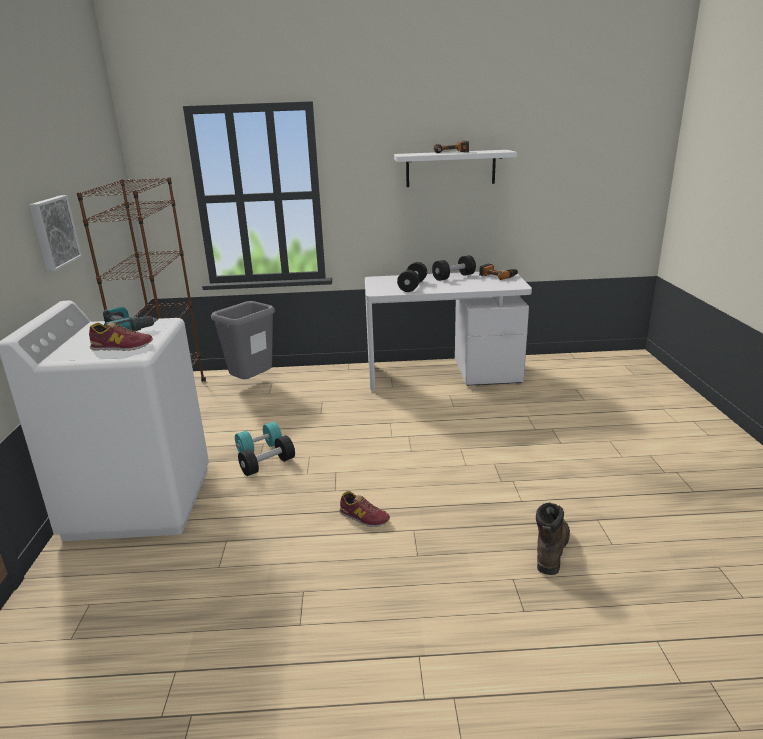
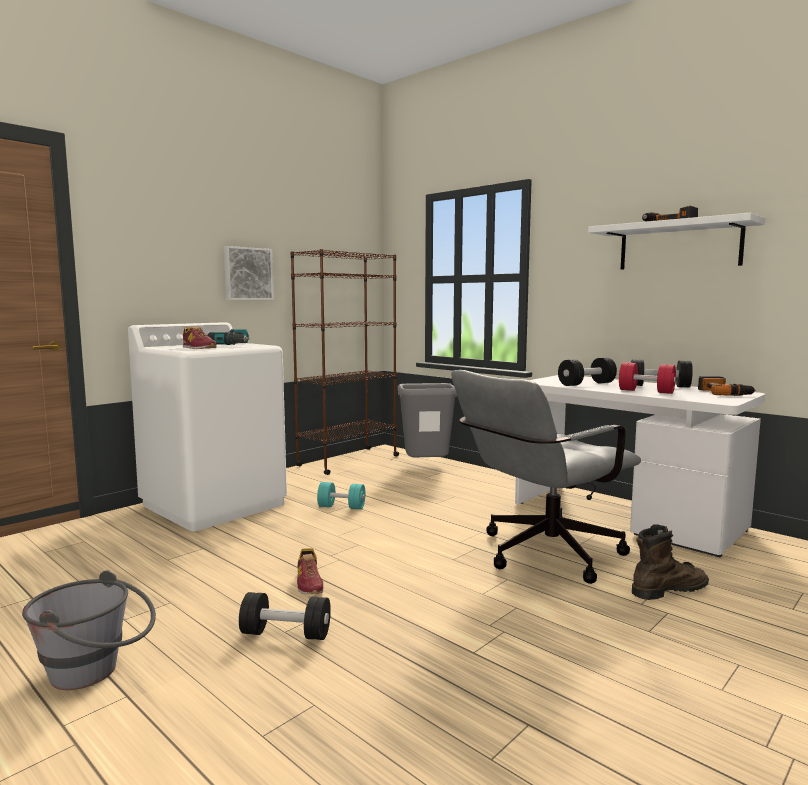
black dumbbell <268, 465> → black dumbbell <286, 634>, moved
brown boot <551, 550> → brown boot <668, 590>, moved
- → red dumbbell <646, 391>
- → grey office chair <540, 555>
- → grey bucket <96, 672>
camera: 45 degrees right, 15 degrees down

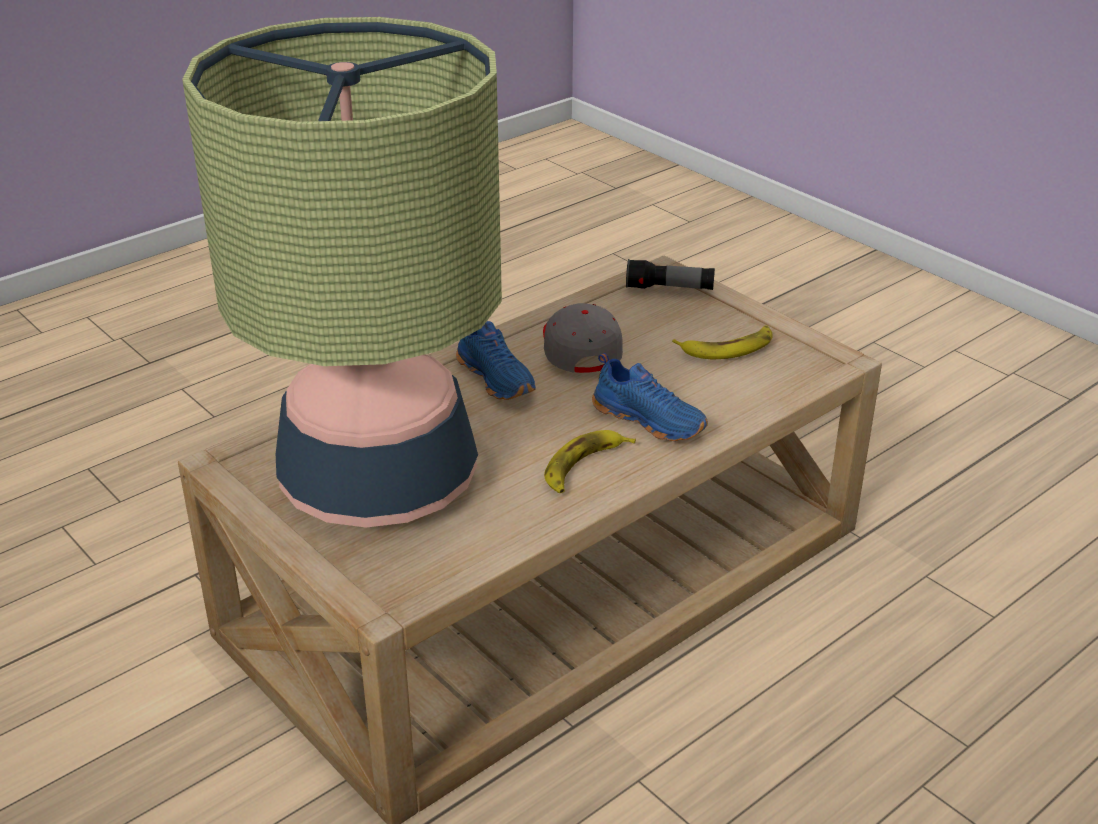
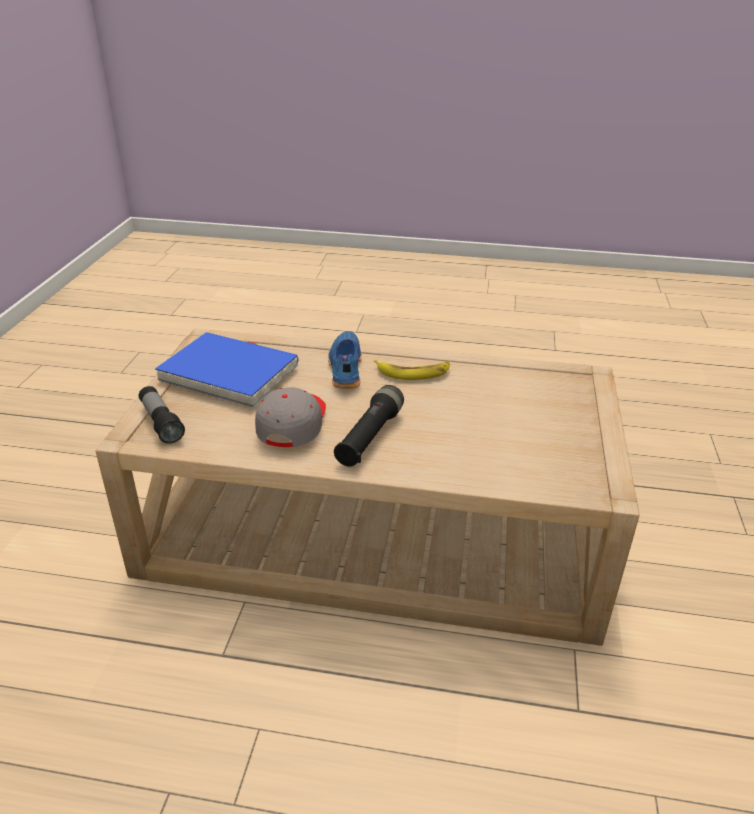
table lamp <378, 481> → -
grey cap <579, 348> → grey cap <292, 423>, 150 degrees clockwise
blue shoe <497, 378> → black flashlight <369, 437>
banana <727, 348> → blue book <229, 373>
camera: 130 degrees left, 0 degrees up

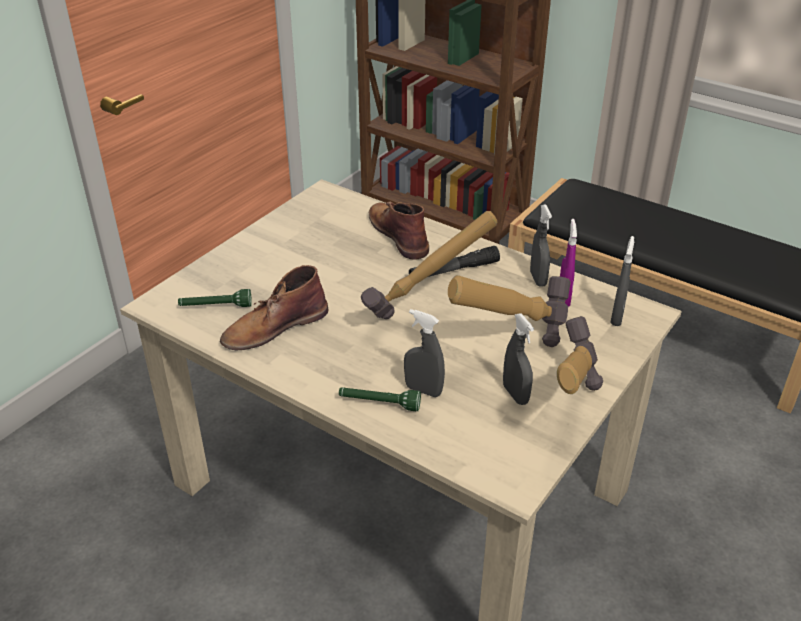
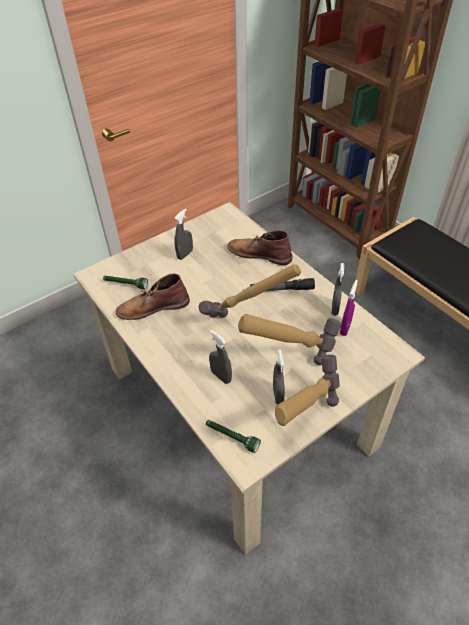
brown boot <398, 234> → brown boot <259, 253>, 60 degrees counterclockwise
grey spray bottle <617, 317> → grey spray bottle <185, 254>, moved
green flashlight <379, 403> → green flashlight <232, 437>, moved
camera: 20 degrees right, 10 degrees up

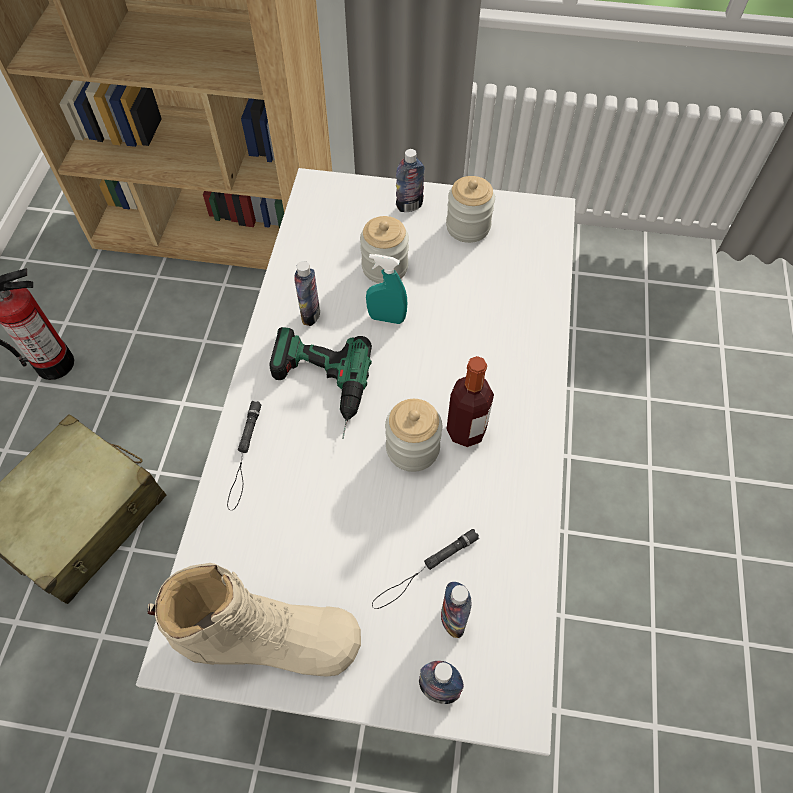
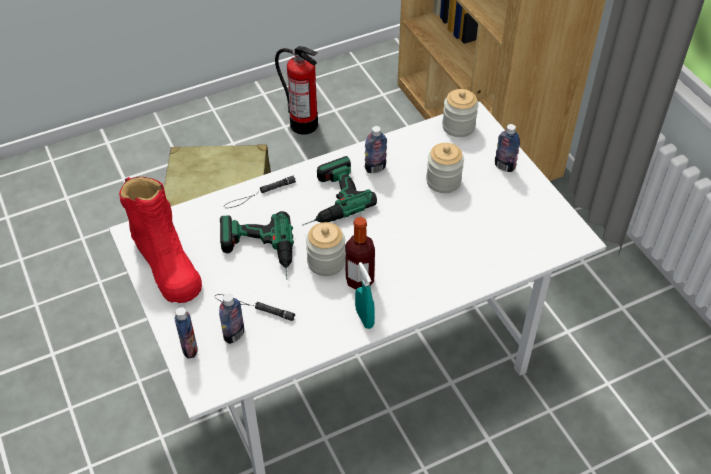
jar <468, 227> → jar <458, 126>, moved
turquoise spray bottle <386, 318> → turquoise spray bottle <364, 318>, moved
beige boot <270, 639> → red boot <166, 264>
- → power drill <258, 253>
camera: 55 degrees right, 10 degrees down

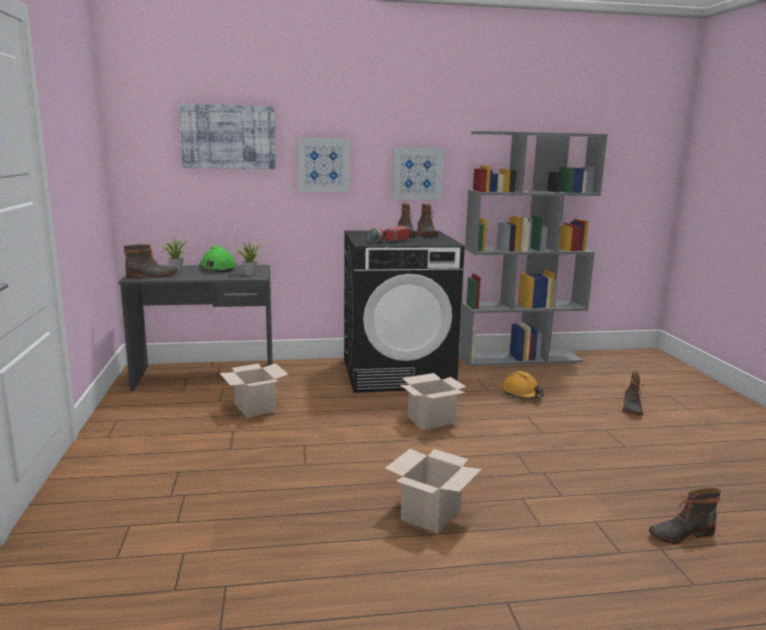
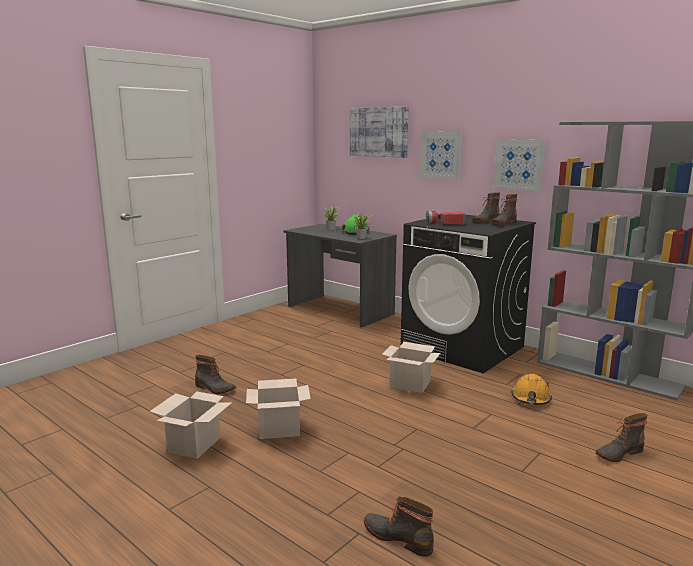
boot <152, 276> → boot <214, 388>, moved
cardboard box <254, 407> → cardboard box <194, 444>, moved
camera: 50 degrees right, 0 degrees up

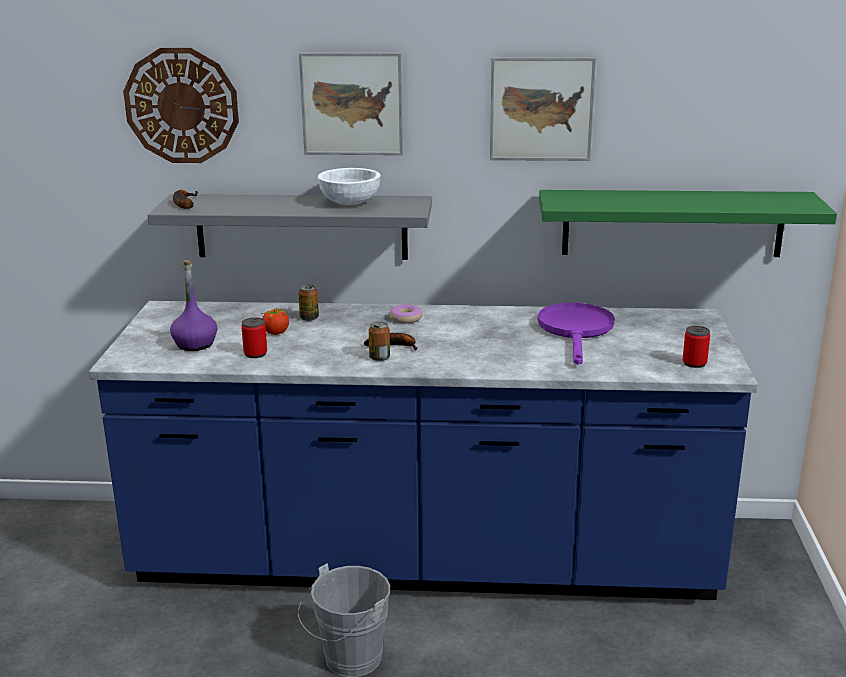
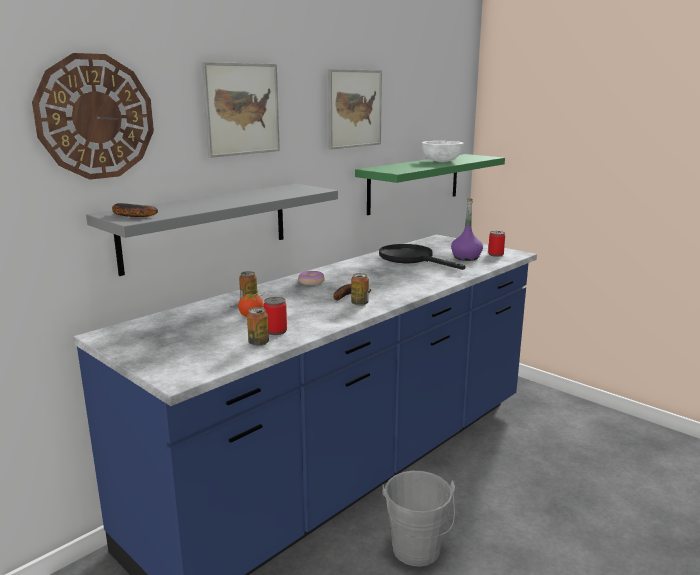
white bowl <349, 203> → white bowl <441, 161>, moved
purple bottle <195, 344> → purple bottle <466, 257>, moved
purple frying pan <576, 331> → black frying pan <412, 259>
- → can <258, 343>
camera: 50 degrees left, 5 degrees down

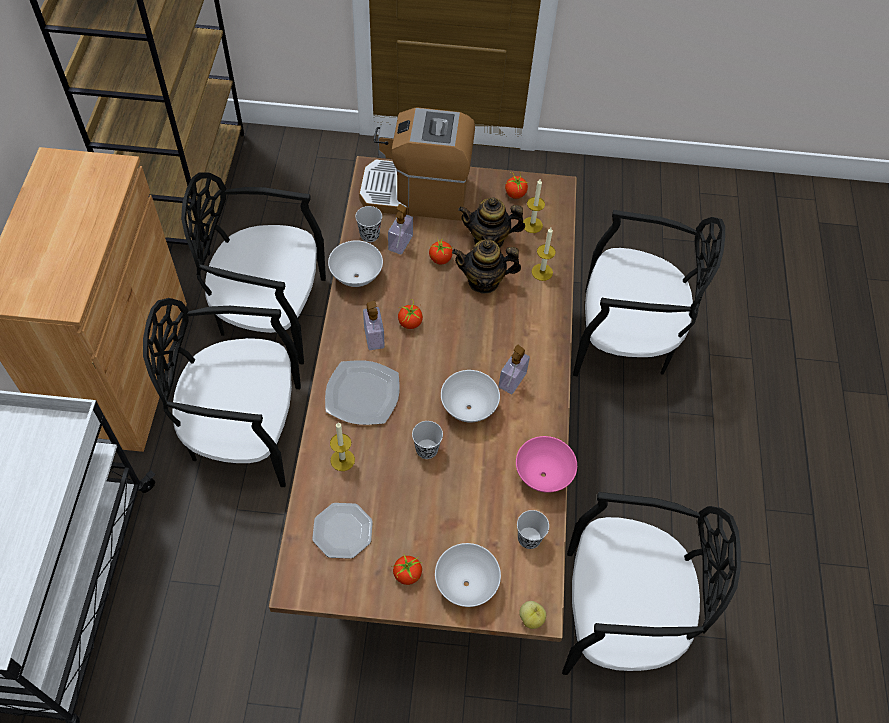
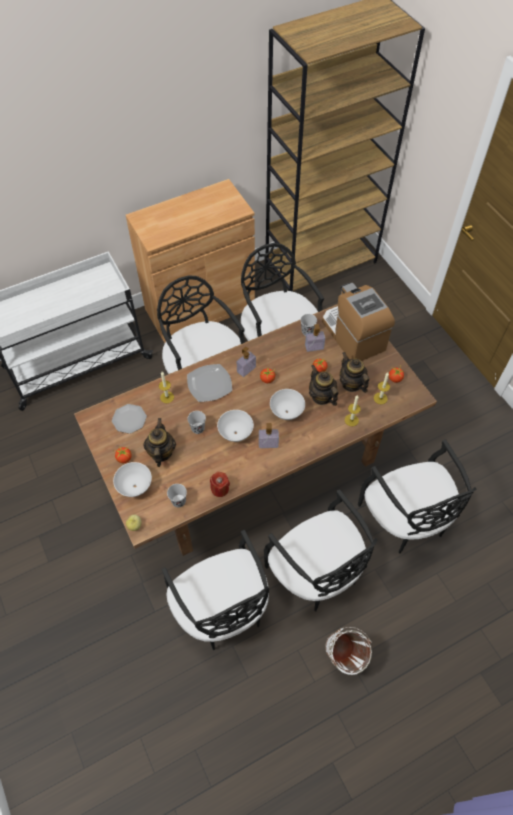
white bowl <357, 277> → white bowl <286, 412>, moved
pink bowl <543, 476> → red candle <220, 489>
- → teapot <161, 452>
- → black chair <316, 572>
- → white bucket <344, 658>
camera: 60 degrees right, 0 degrees up

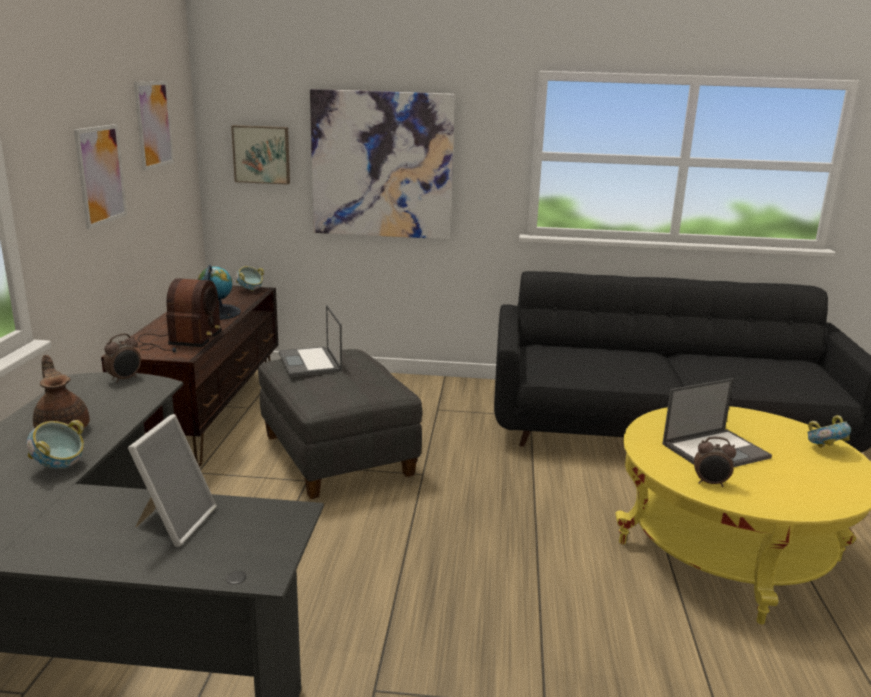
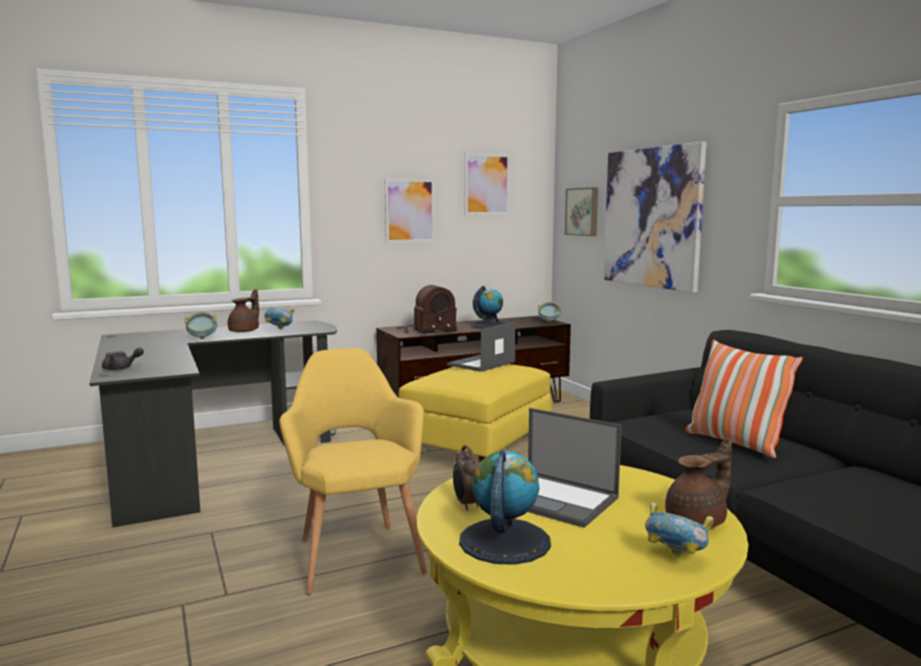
alarm clock <125, 379> → -
grey ottoman <338, 457> → yellow ottoman <477, 449>
picture frame <175, 523> → -
- → bowl <279, 329>
- → pillow <735, 443>
- → grey teapot <121, 368>
- → yellow armchair <356, 552>
- → brown teapot <698, 521>
- → globe <504, 541>
camera: 60 degrees right, 10 degrees down

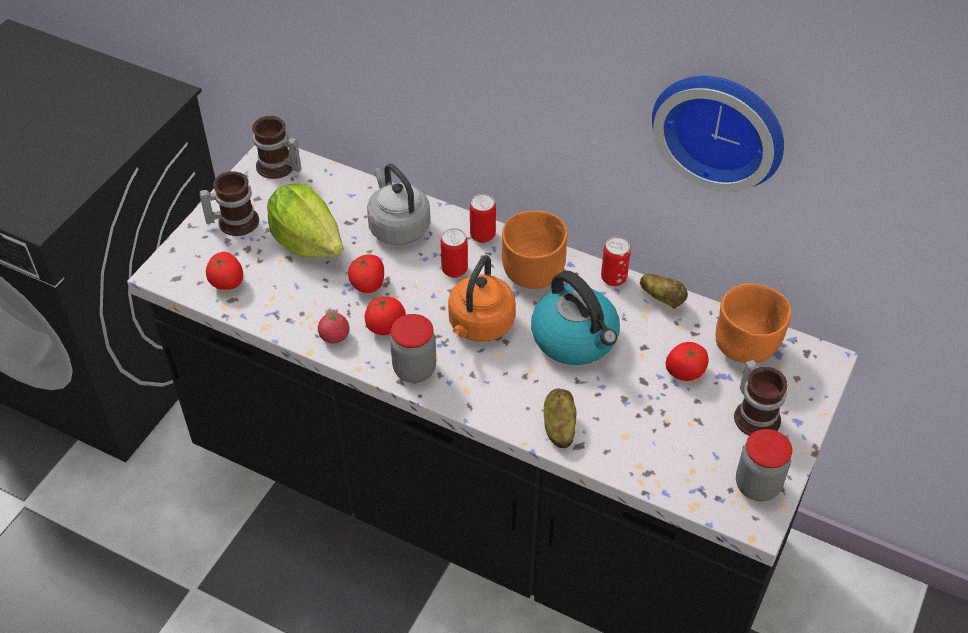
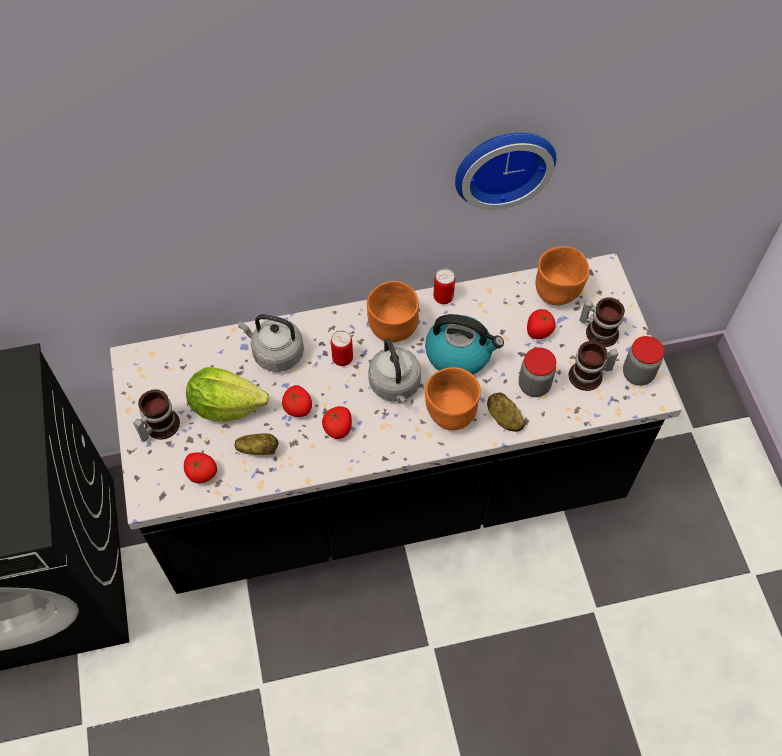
mug <278, 168> → mug <589, 377>, moved
can <482, 235> → -
orange kettle <479, 326> → grey kettle <395, 386>
potato <662, 298> → potato <258, 449>, moved
tomato <334, 336> → -
jar <414, 369> → jar <534, 385>, moved
- → orange bowl <450, 414>
camera: 40 degrees left, 10 degrees up

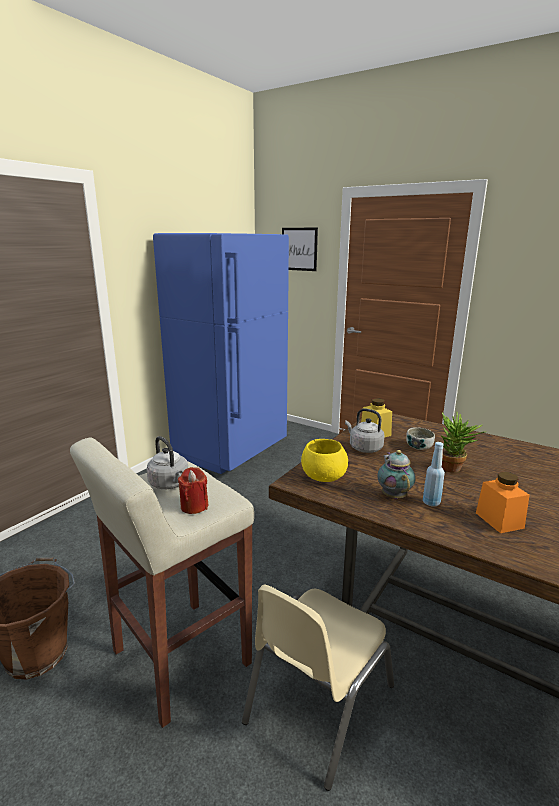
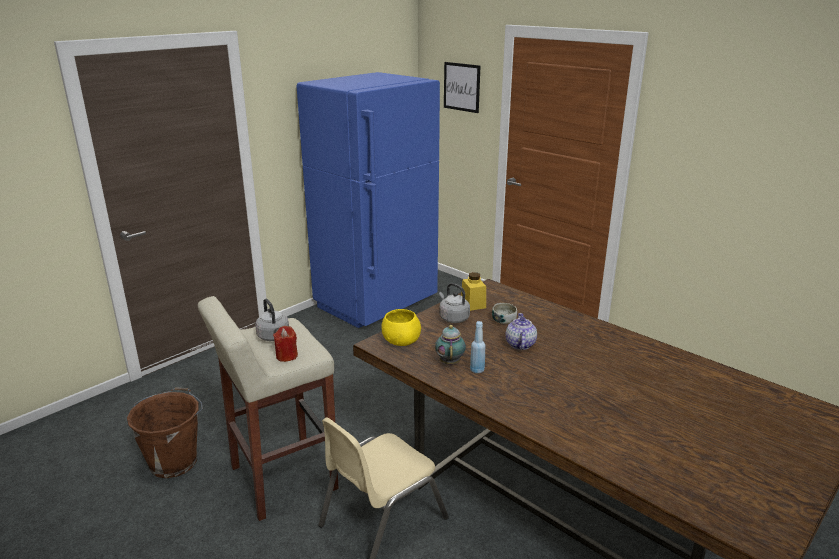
potted plant <454, 469> → teapot <519, 344>
orange jar <499, 520> → -
camera: 10 degrees right, 5 degrees up

